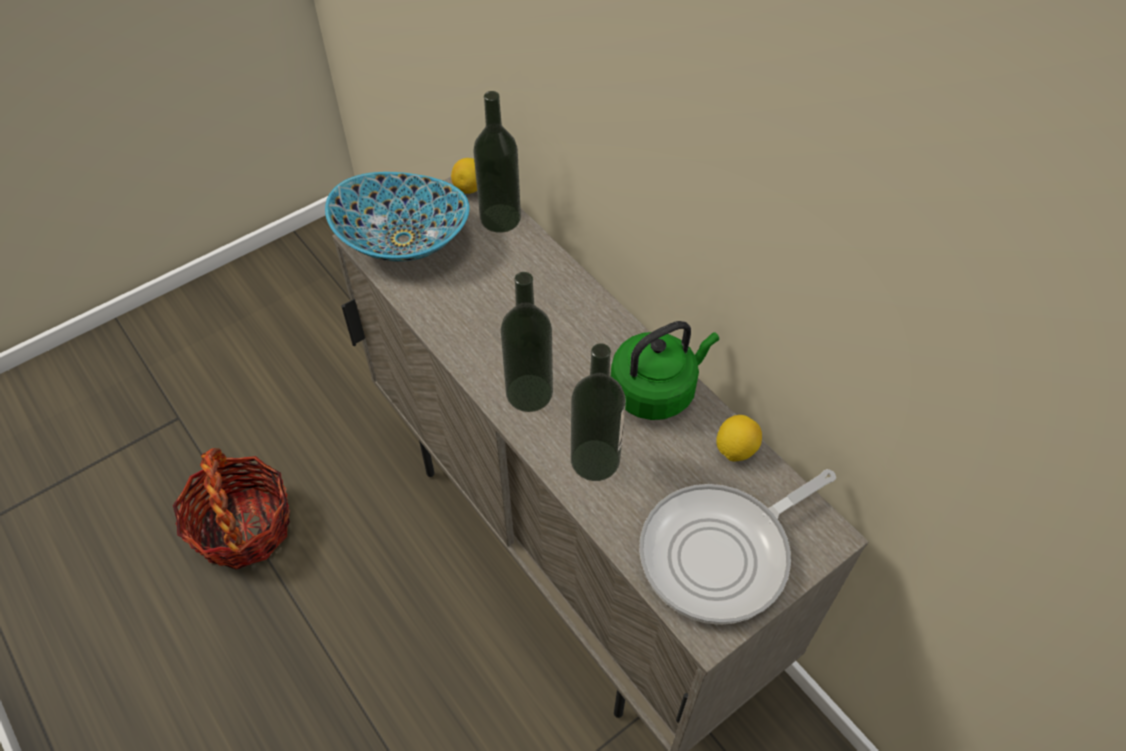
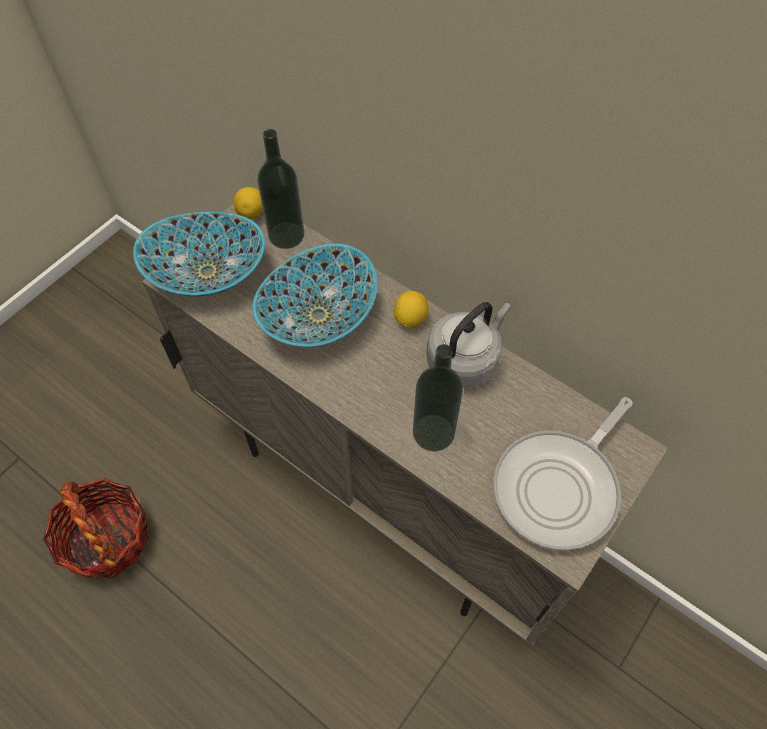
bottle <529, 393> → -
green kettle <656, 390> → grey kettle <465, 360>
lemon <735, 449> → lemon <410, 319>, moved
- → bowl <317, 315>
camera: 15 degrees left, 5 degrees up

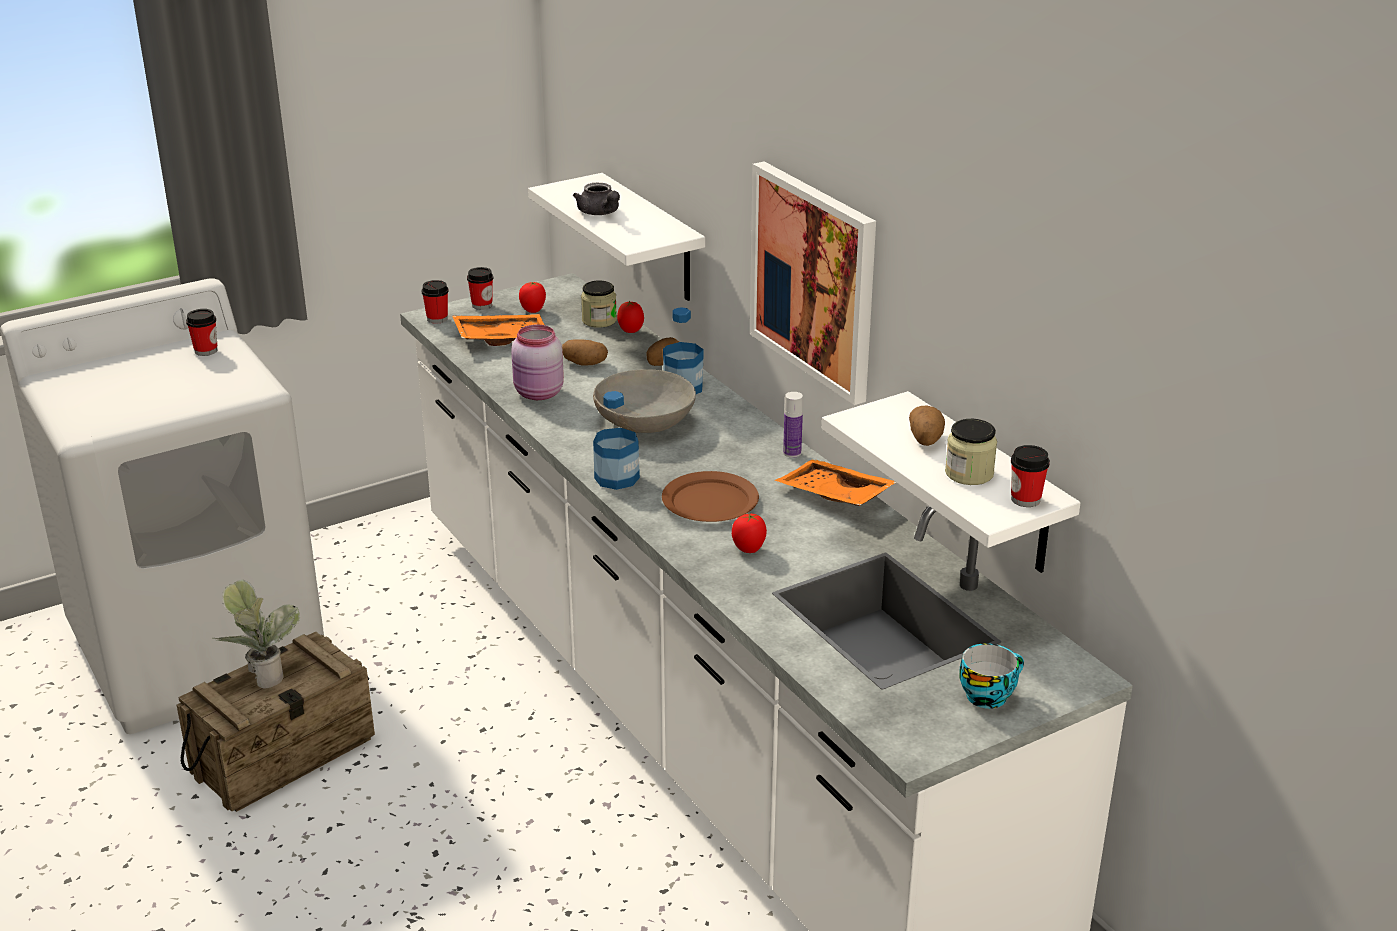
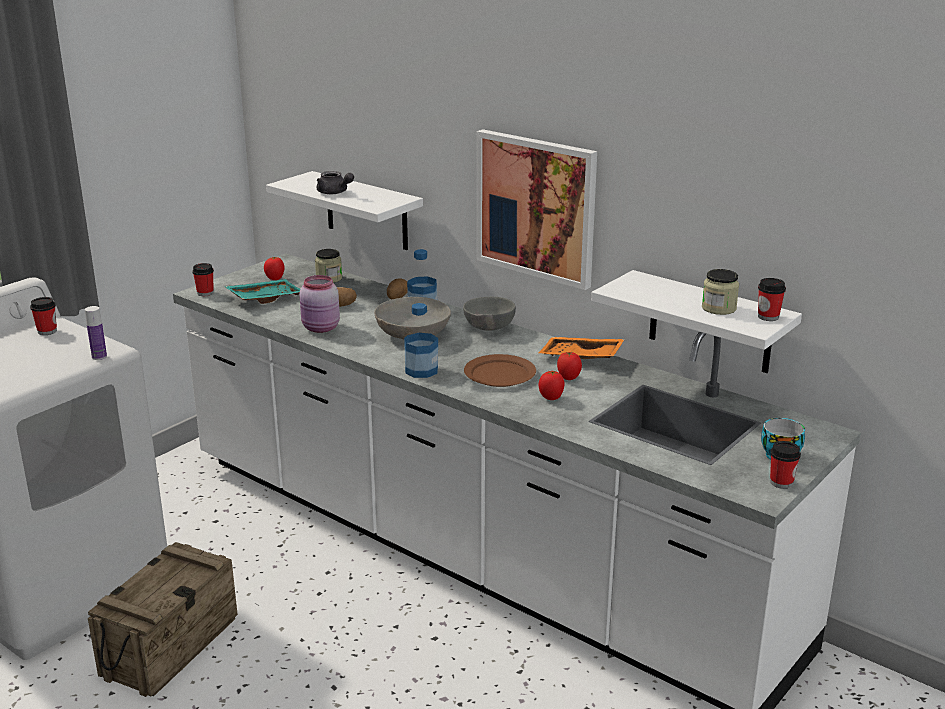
cup <482, 305> → cup <781, 482>, moved
tomato <631, 331> → tomato <568, 378>, moved
orange tray <501, 338> → turquoise tray <265, 298>
bottle <792, 453> → bottle <99, 357>, moved
potato <925, 439> → -
potted plant <262, 675> → -
- → grey bowl <488, 328>
camera: 20 degrees left, 5 degrees down

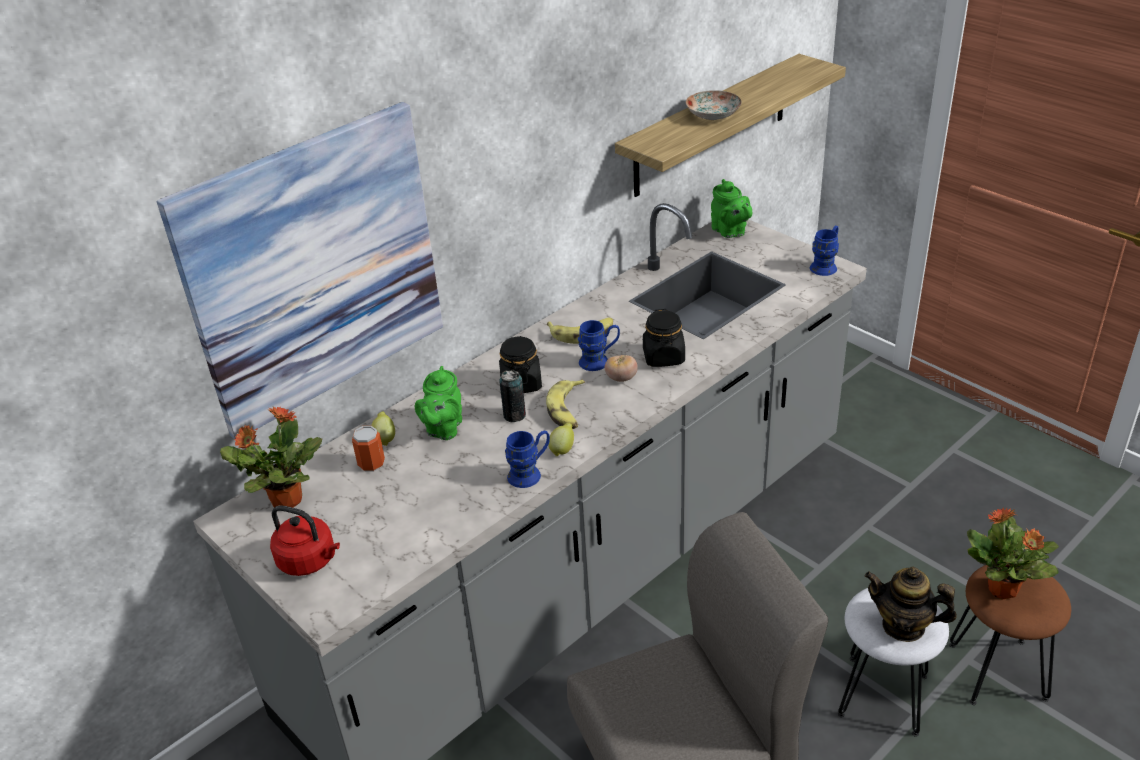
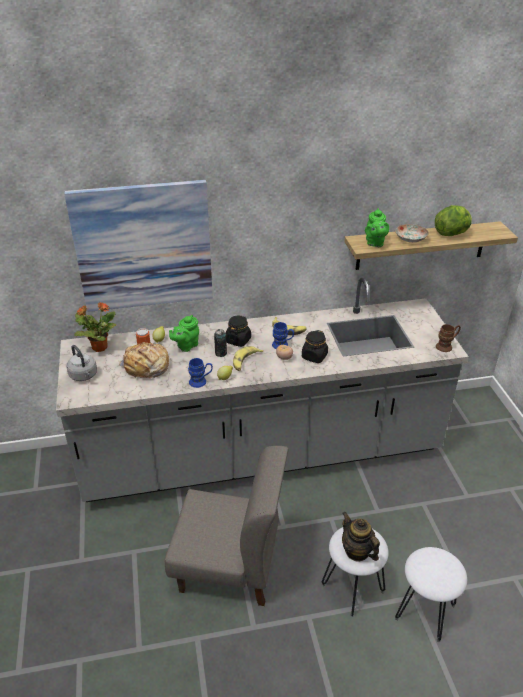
green teapot <730, 232> → green teapot <374, 243>, moved
blue mug <825, 266> → brown mug <446, 346>
red kettle <309, 561> → grey kettle <84, 376>
potted plant <1003, 590> → -
brown stool <996, 671> → white stool <424, 611>
- → lettuce <452, 234>
- → bread <146, 367>
camera: 30 degrees right, 0 degrees up

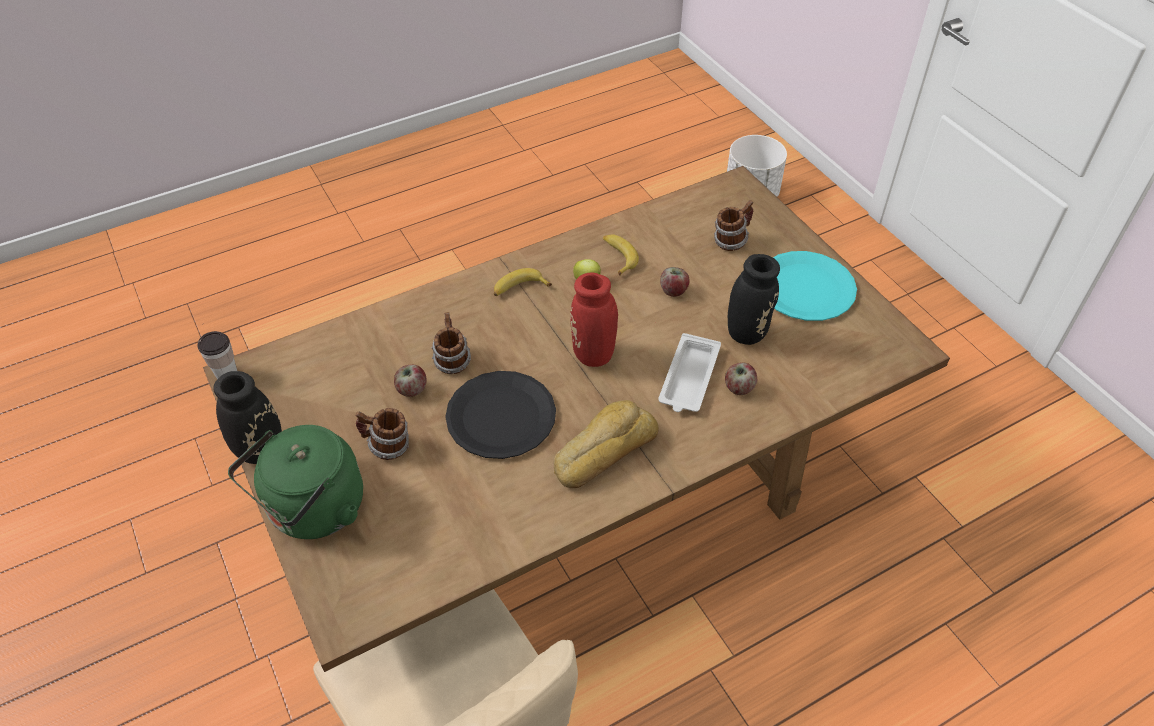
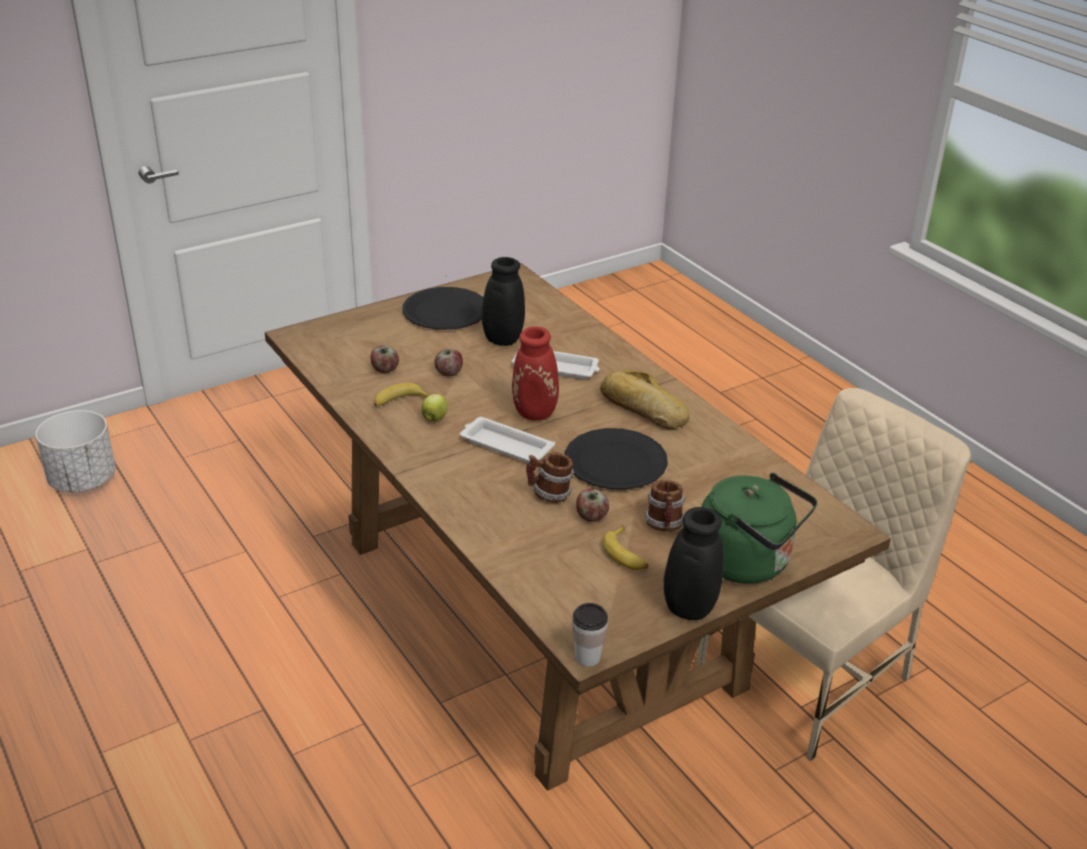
mug <731, 241> → -
turquoise plate <805, 288> → black plate <445, 311>
banana <519, 288> → banana <626, 555>, moved
apple <738, 388> → apple <385, 370>, moved
- → white tray <505, 445>
camera: 95 degrees left, 15 degrees down

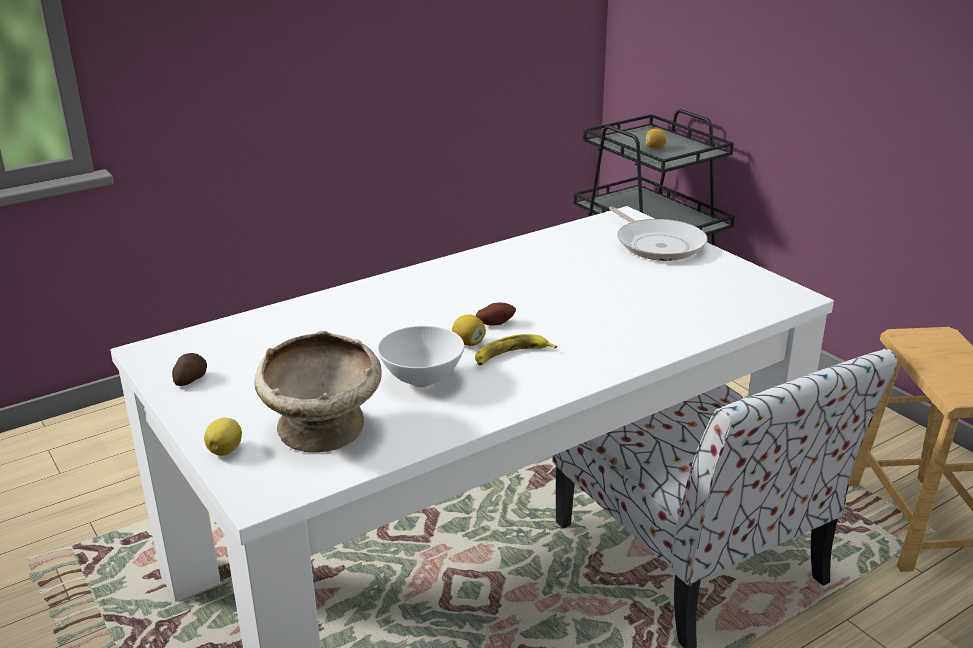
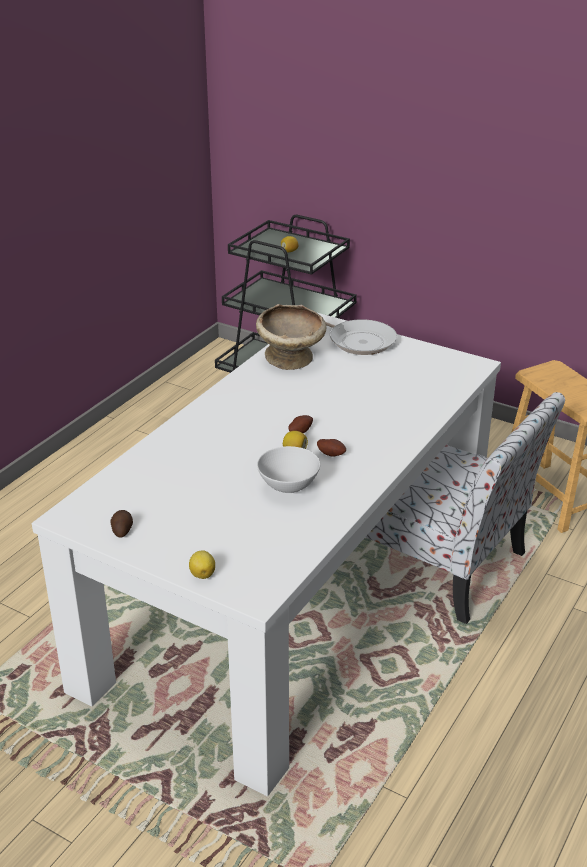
beige bowl <324, 431> → beige bowl <291, 359>, moved
banana <511, 355> → potato <331, 454>
camera: 25 degrees left, 5 degrees up

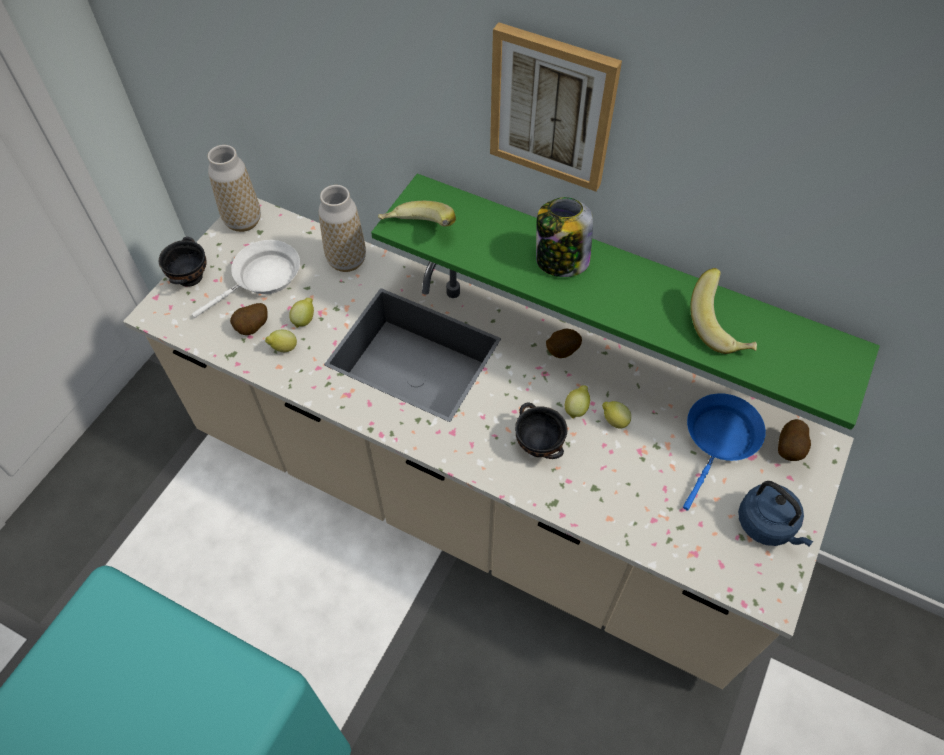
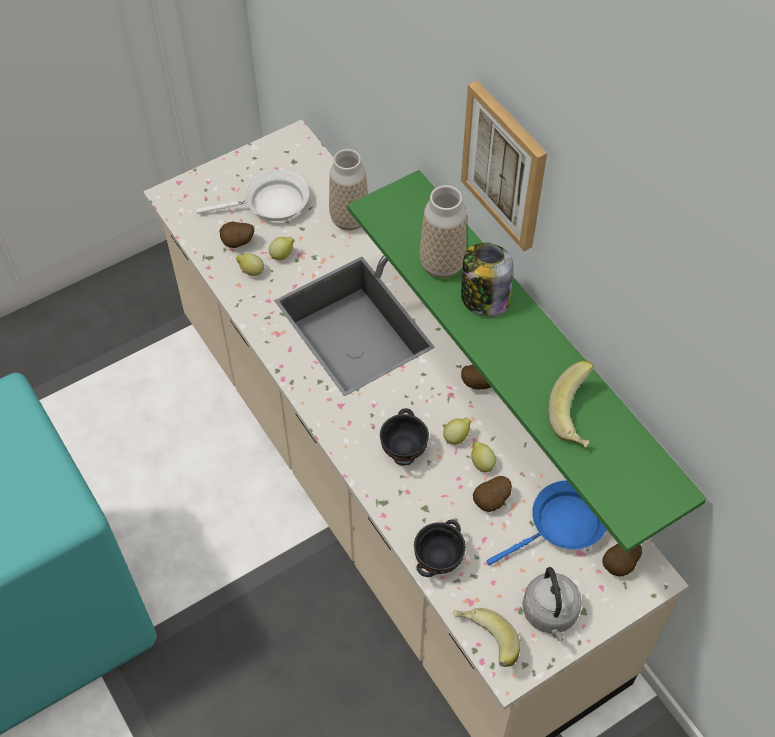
vase <243, 221> → vase <442, 265>, moved
banana <417, 232> → banana <483, 643>, moved
black bowl <189, 277> → black bowl <437, 560>, moved
blue kettle <767, 525> → grey kettle <550, 614>
- → potato <491, 502>
camera: 30 degrees right, 0 degrees up

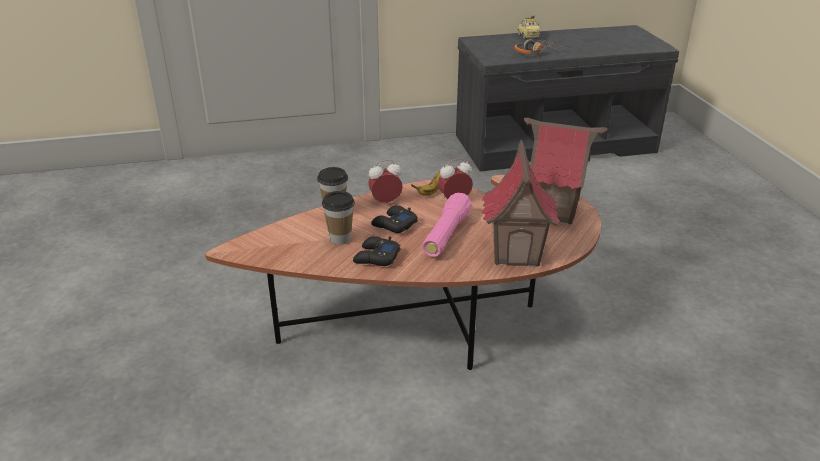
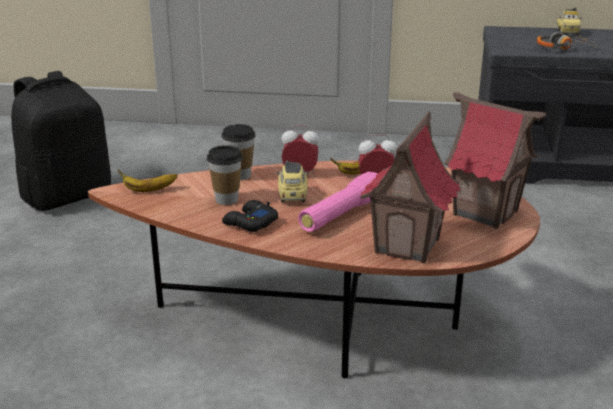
black game controller <394, 224> → toy car <292, 196>
- → black backpack <67, 195>
- → banana <148, 190>
camera: 20 degrees right, 5 degrees down

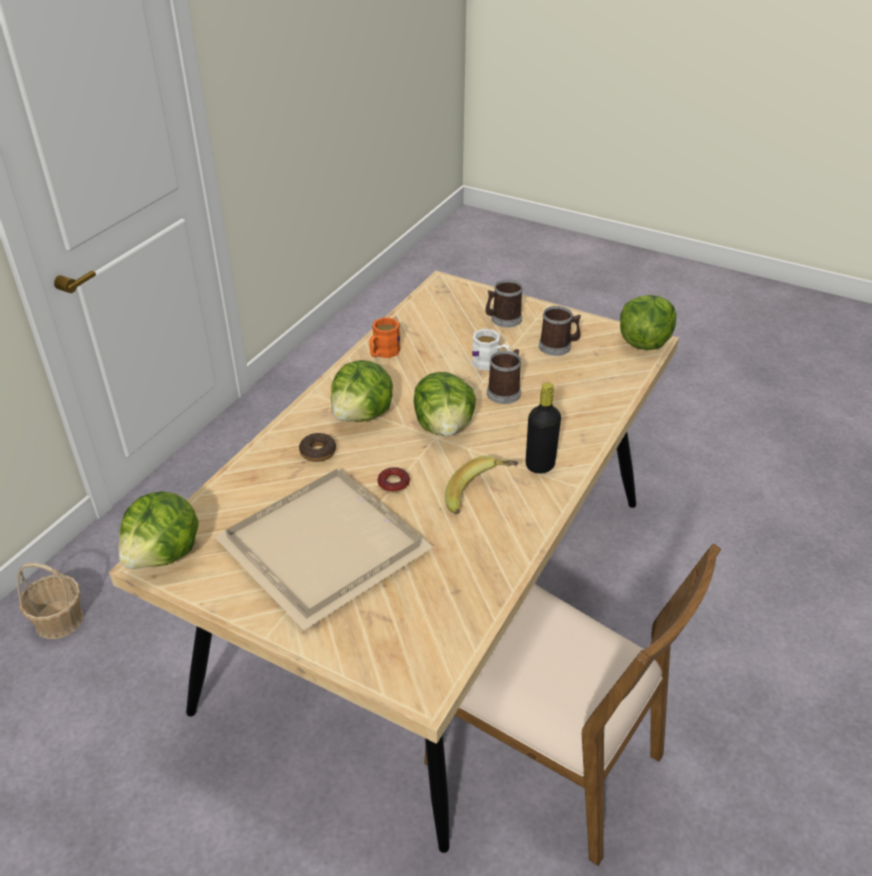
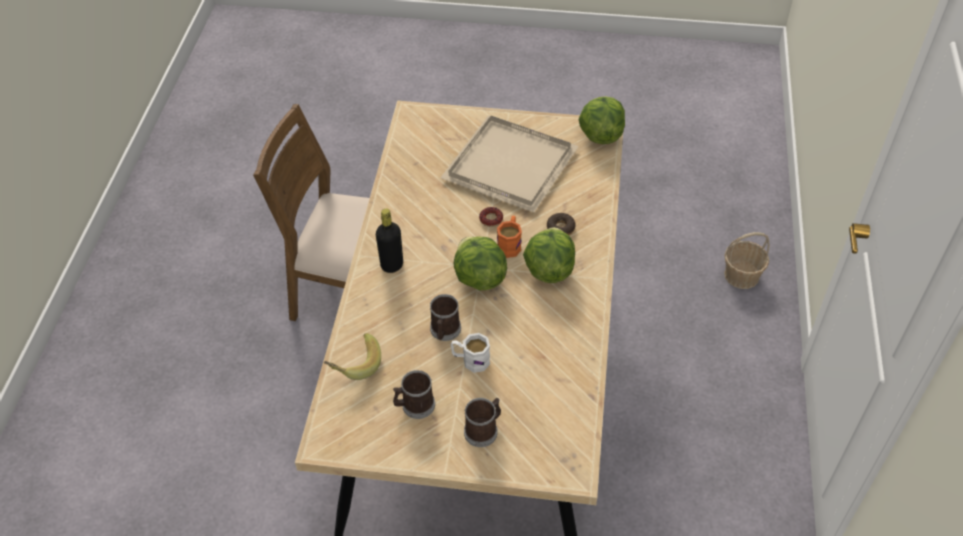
lettuce <644, 342> → -
orange mug <383, 353> → orange mug <510, 244>, moved
banana <480, 496> → banana <354, 364>, moved
camera: 160 degrees right, 10 degrees up

